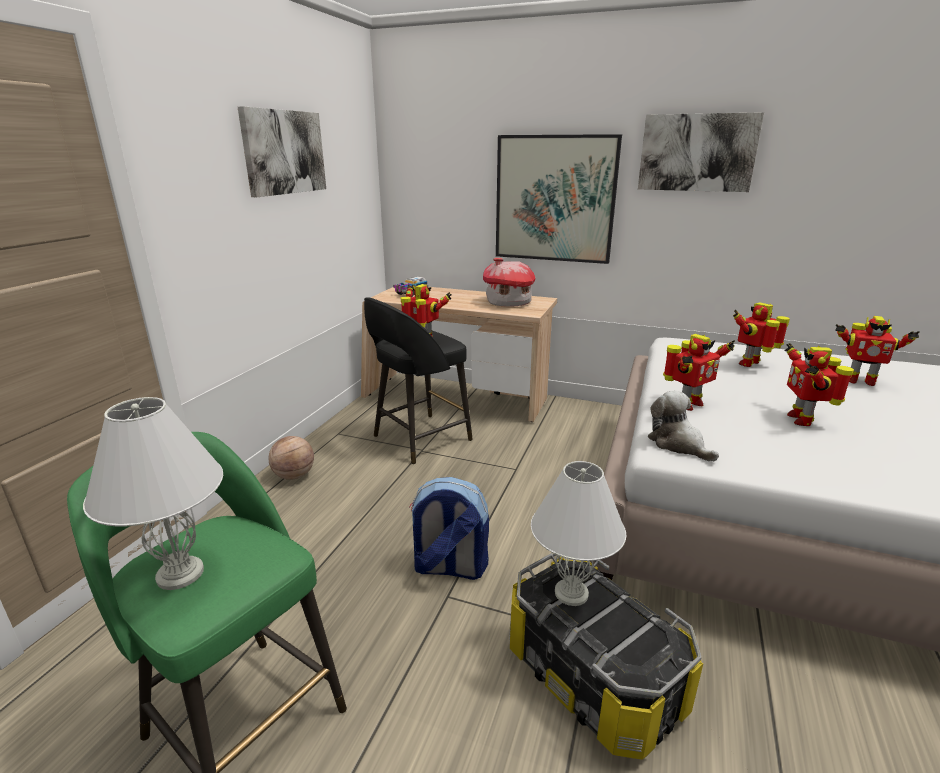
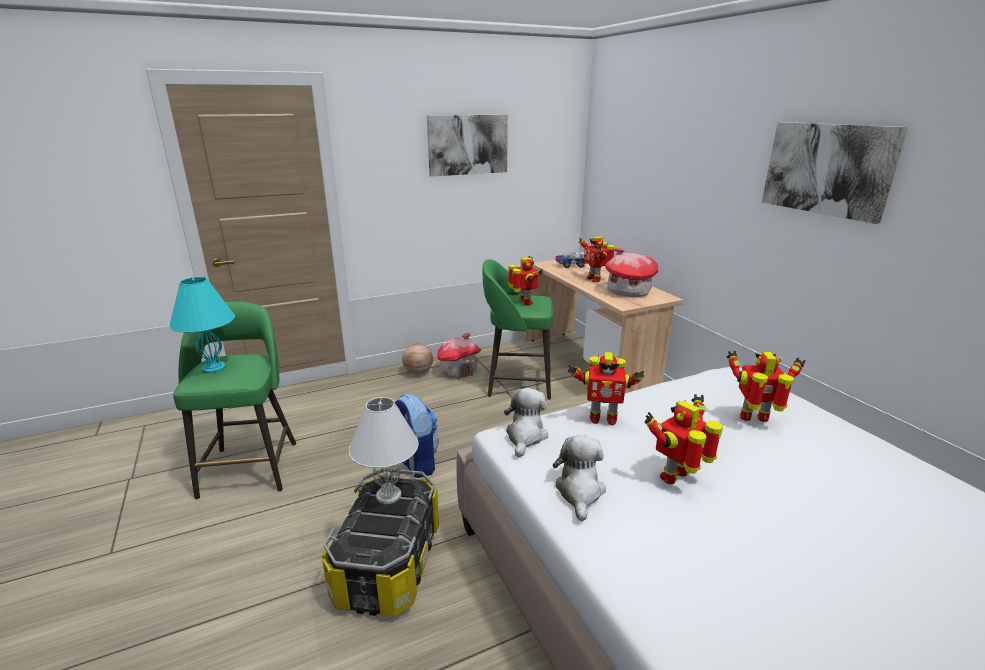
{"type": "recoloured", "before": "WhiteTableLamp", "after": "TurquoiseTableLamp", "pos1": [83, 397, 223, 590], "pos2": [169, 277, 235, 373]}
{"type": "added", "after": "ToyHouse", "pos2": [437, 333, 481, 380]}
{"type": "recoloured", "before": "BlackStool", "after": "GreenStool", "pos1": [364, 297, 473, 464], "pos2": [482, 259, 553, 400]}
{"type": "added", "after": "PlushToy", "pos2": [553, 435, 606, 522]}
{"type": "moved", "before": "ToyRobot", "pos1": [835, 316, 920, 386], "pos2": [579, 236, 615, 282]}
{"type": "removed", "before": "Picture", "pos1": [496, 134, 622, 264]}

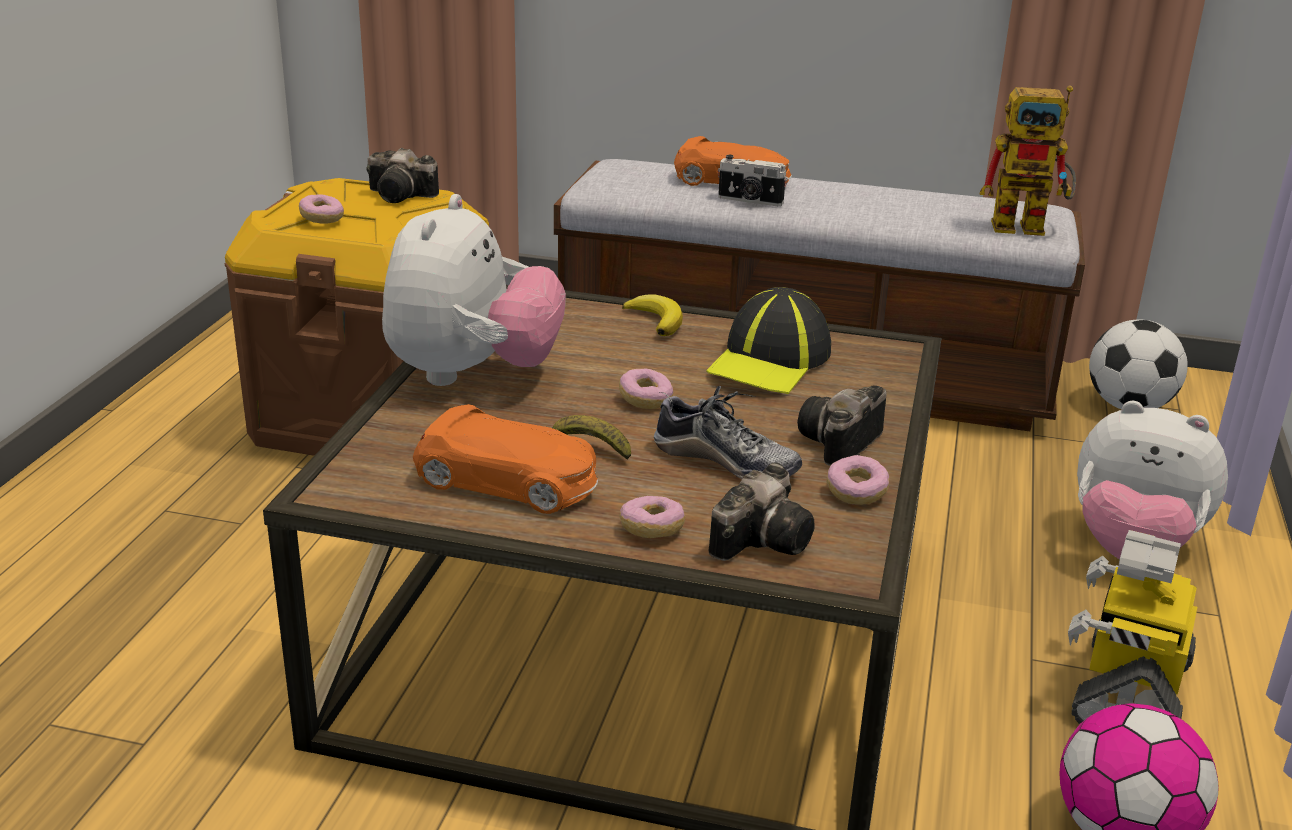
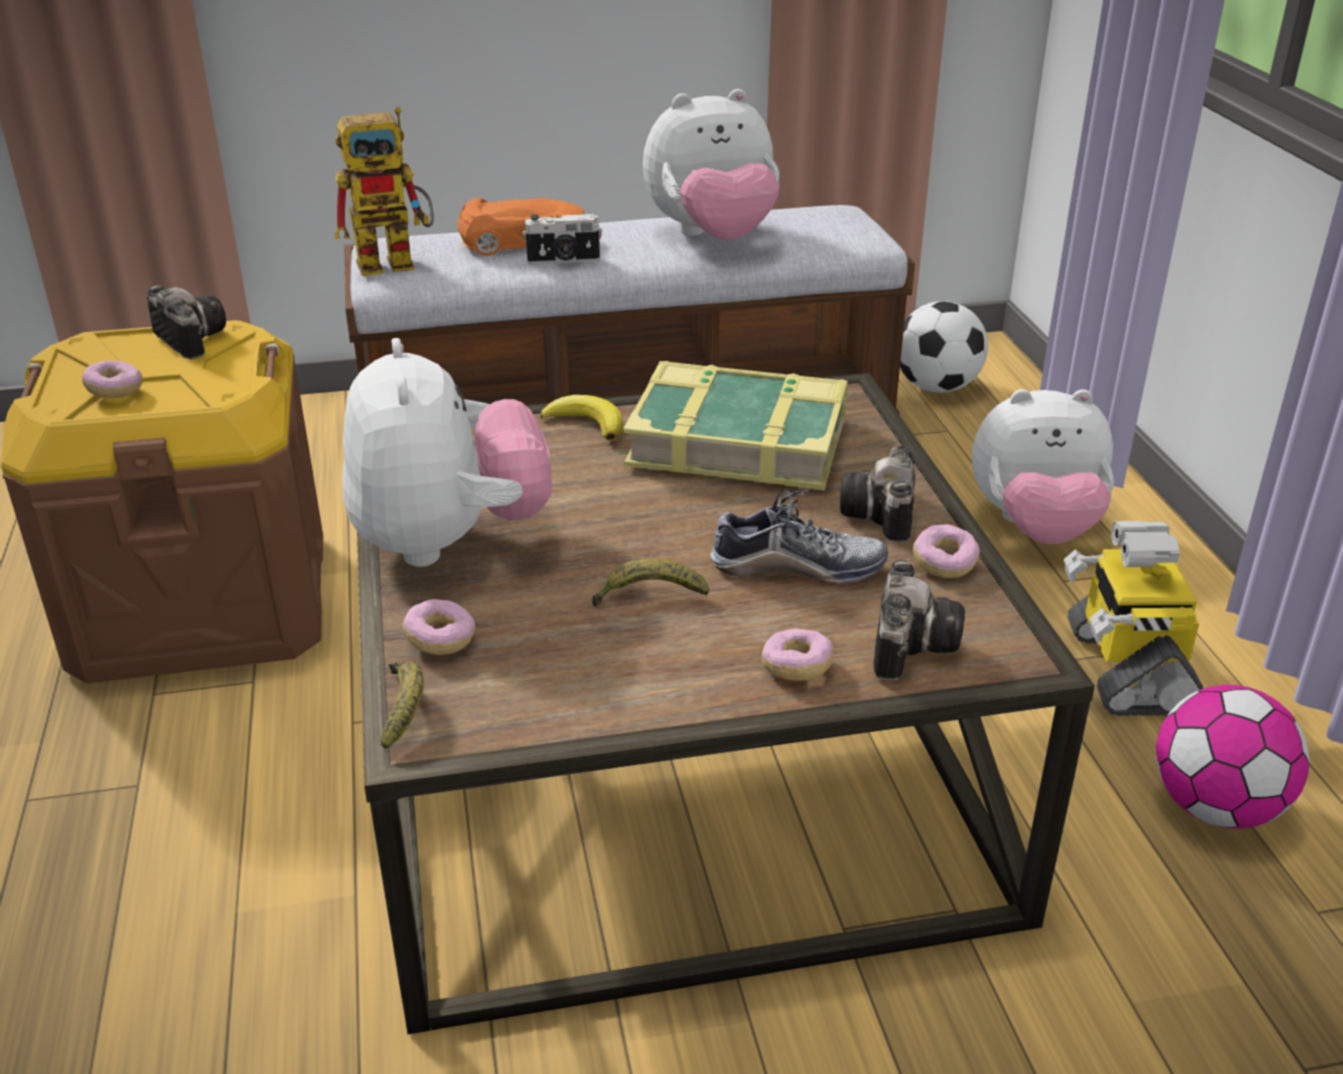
{"type": "turned", "before": "PhotoCamera", "pos1": [367, 148, 439, 203], "pos2": [147, 285, 226, 359], "turn": -120}
{"type": "moved", "before": "ToyRobot", "pos1": [980, 85, 1076, 236], "pos2": [335, 107, 434, 276]}
{"type": "added", "after": "Banana", "pos2": [381, 661, 424, 749]}
{"type": "moved", "before": "Donut", "pos1": [619, 369, 674, 409], "pos2": [403, 599, 475, 655]}
{"type": "replaced", "before": "Cap", "after": "Book", "pos1": [706, 287, 831, 394], "pos2": [623, 361, 848, 490]}
{"type": "added", "after": "PlushToy", "pos2": [643, 89, 780, 240]}
{"type": "removed", "before": "OrangeToyCar", "pos1": [413, 404, 598, 514]}

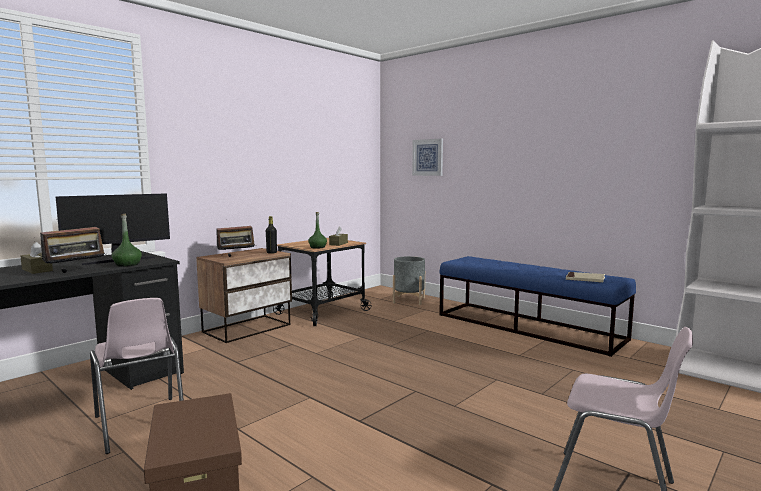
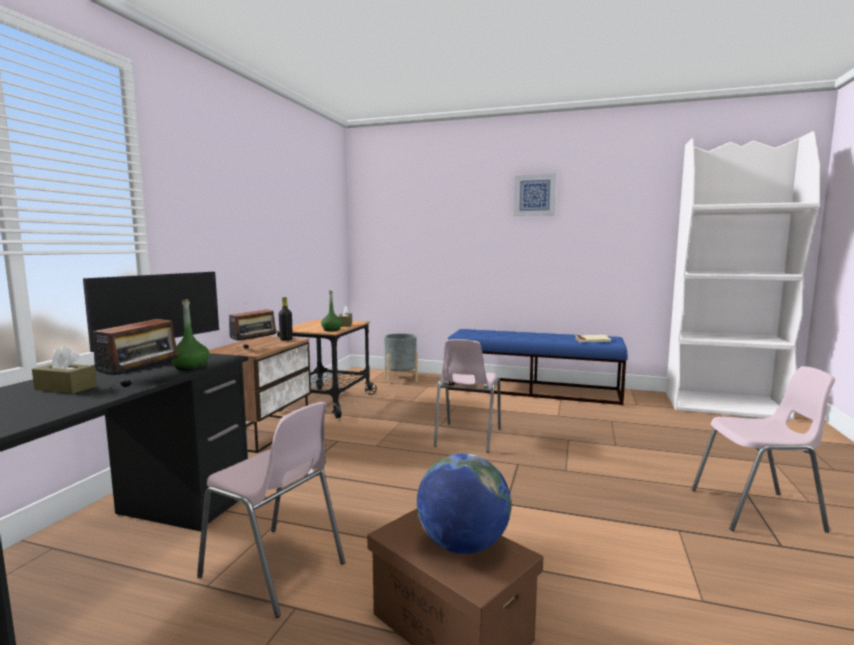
{"type": "added", "after": "Globe", "pos2": [417, 453, 511, 554]}
{"type": "added", "after": "PinkChair", "pos2": [434, 339, 501, 453]}
{"type": "moved", "before": "Picture", "pos1": [412, 139, 443, 176], "pos2": [514, 174, 556, 216]}

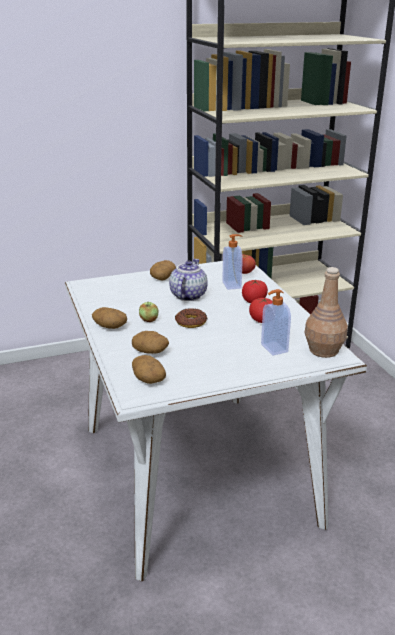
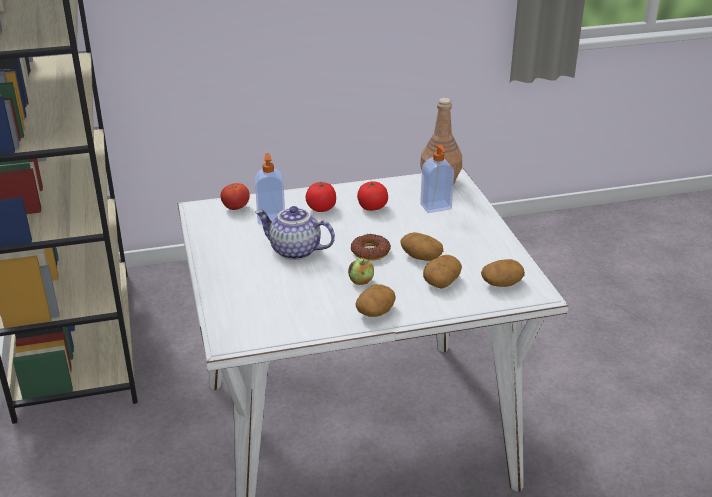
{"type": "moved", "before": "Potato", "pos1": [150, 260, 176, 281], "pos2": [400, 232, 443, 261]}

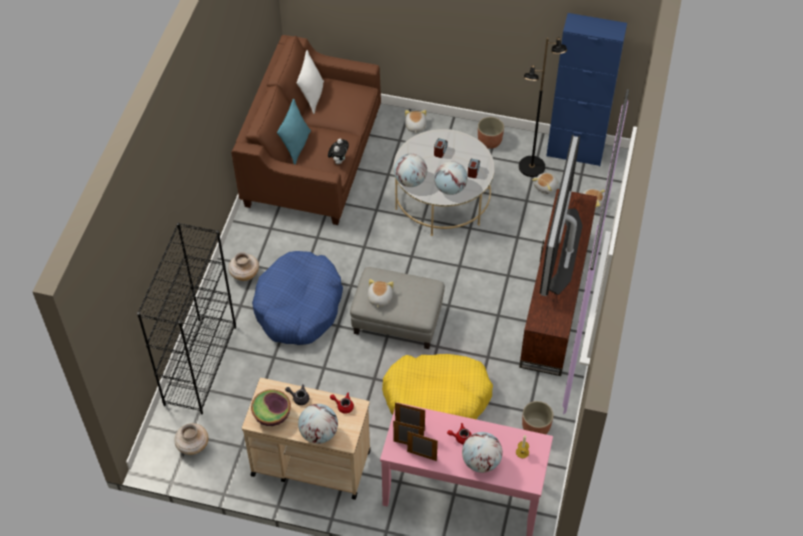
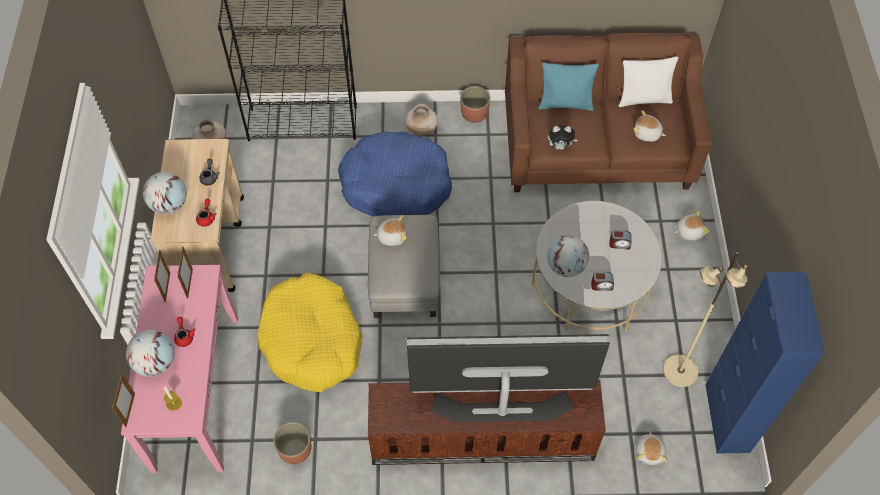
{"type": "moved", "before": "PictureFrame", "pos1": [407, 431, 438, 461], "pos2": [112, 374, 135, 427]}
{"type": "moved", "before": "Planter", "pos1": [478, 117, 504, 149], "pos2": [460, 86, 490, 123]}
{"type": "moved", "before": "PlushToy", "pos1": [532, 173, 558, 194], "pos2": [633, 110, 666, 142]}
{"type": "recoloured", "before": "BlackFloorLamp", "after": "BeigeFloorLamp", "pos1": [519, 37, 567, 177], "pos2": [663, 252, 748, 387]}
{"type": "removed", "before": "Bowl", "pos1": [251, 389, 291, 426]}
{"type": "removed", "before": "Globe", "pos1": [394, 154, 427, 187]}

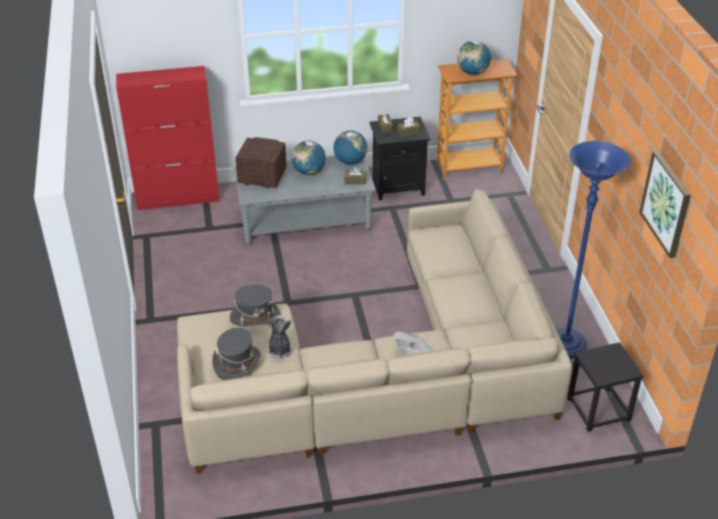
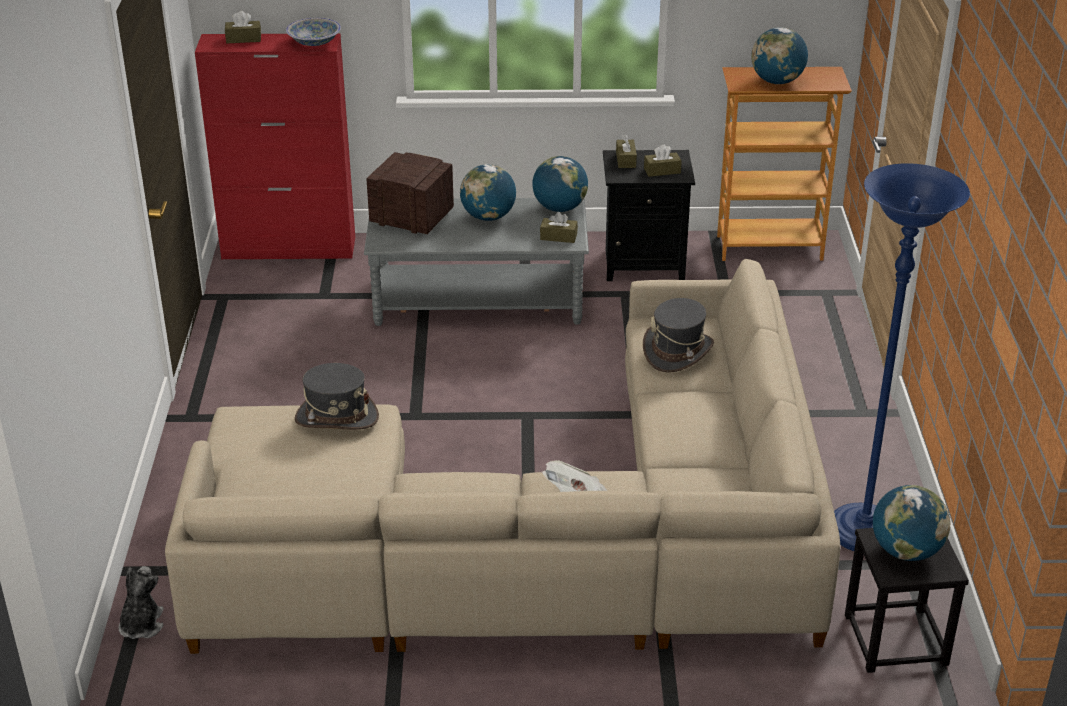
{"type": "moved", "before": "PlushToy", "pos1": [267, 315, 293, 358], "pos2": [119, 566, 164, 639]}
{"type": "added", "after": "BrownTissueBox", "pos2": [225, 11, 261, 43]}
{"type": "added", "after": "Bowl", "pos2": [286, 18, 341, 46]}
{"type": "moved", "before": "GreyHat", "pos1": [212, 328, 260, 380], "pos2": [643, 298, 714, 373]}
{"type": "added", "after": "Globe", "pos2": [873, 485, 950, 561]}
{"type": "removed", "before": "Picture", "pos1": [639, 151, 691, 258]}

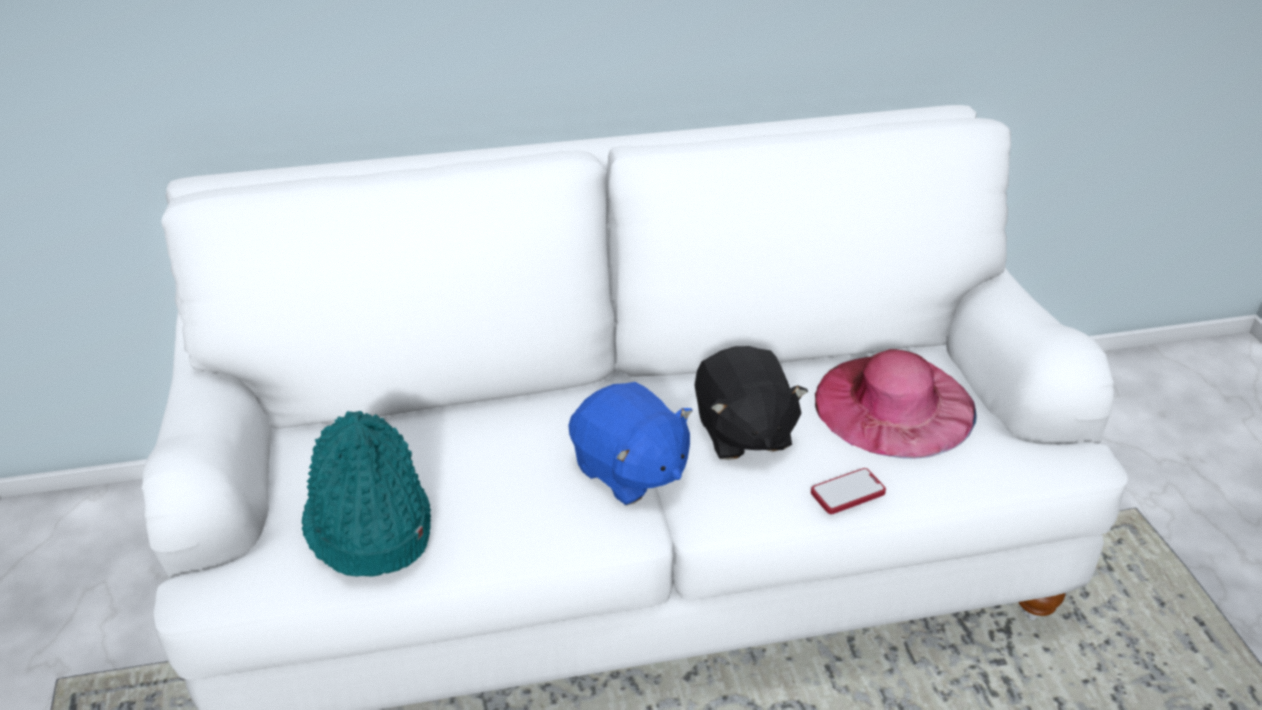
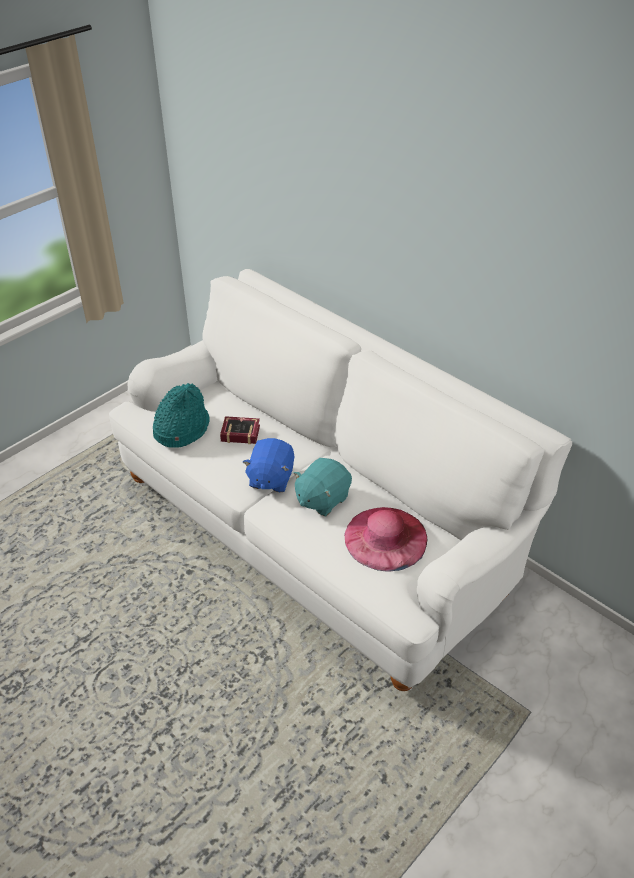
{"type": "added", "after": "Book", "pos2": [220, 416, 260, 444]}
{"type": "recoloured", "before": "BlackPlushToy", "after": "TurquoisePlushToy", "pos1": [694, 346, 808, 460], "pos2": [293, 458, 352, 516]}
{"type": "removed", "before": "Phone", "pos1": [811, 468, 886, 514]}

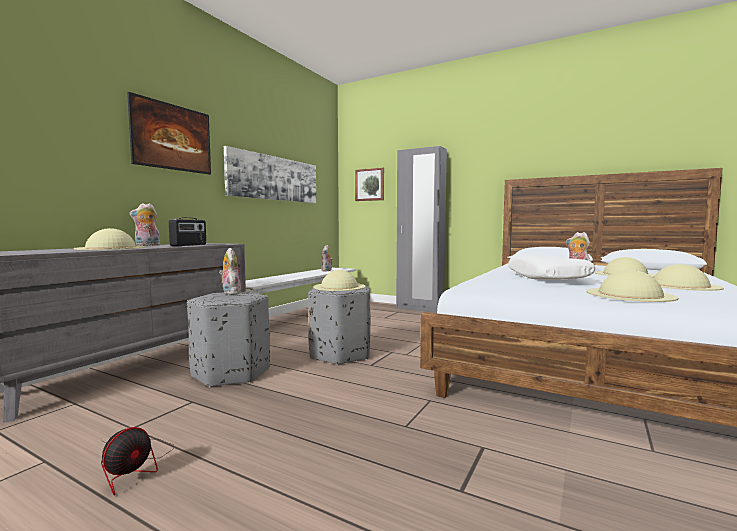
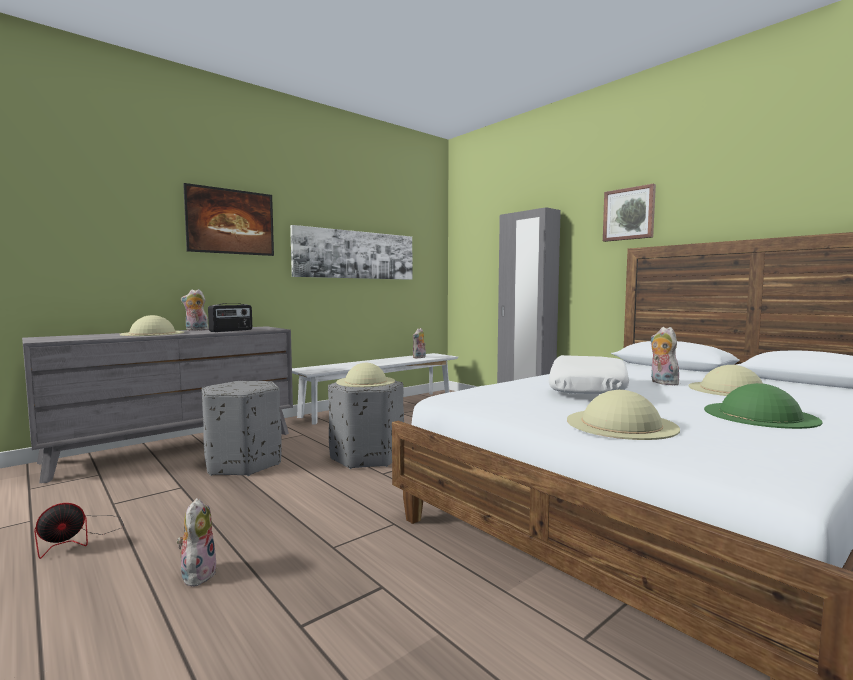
{"type": "moved", "before": "PlushToy", "pos1": [219, 248, 241, 295], "pos2": [177, 498, 217, 587]}
{"type": "moved", "before": "Picture", "pos1": [355, 167, 384, 201], "pos2": [603, 184, 656, 242]}
{"type": "recoloured", "before": "BeigeHat", "after": "GreenHat", "pos1": [654, 264, 724, 291], "pos2": [704, 383, 822, 429]}

